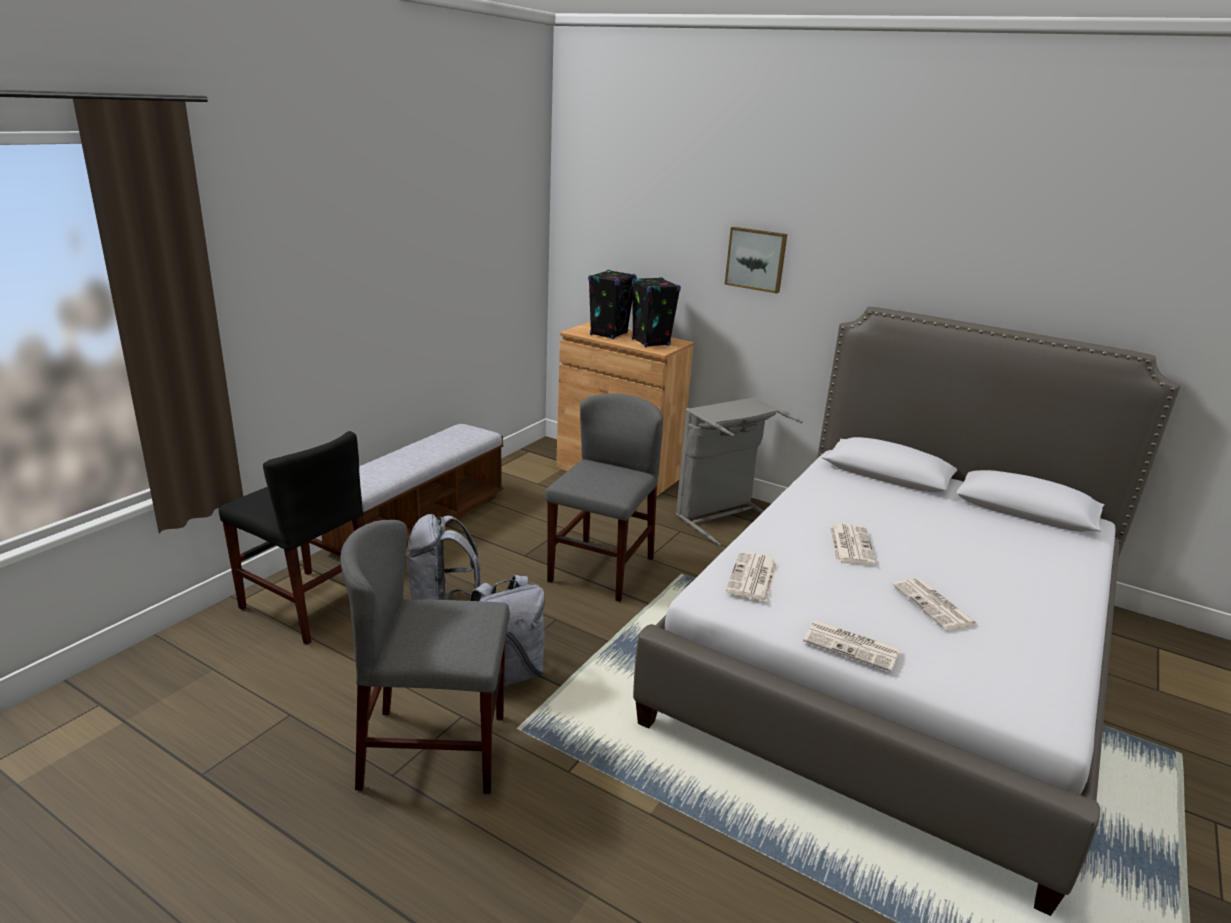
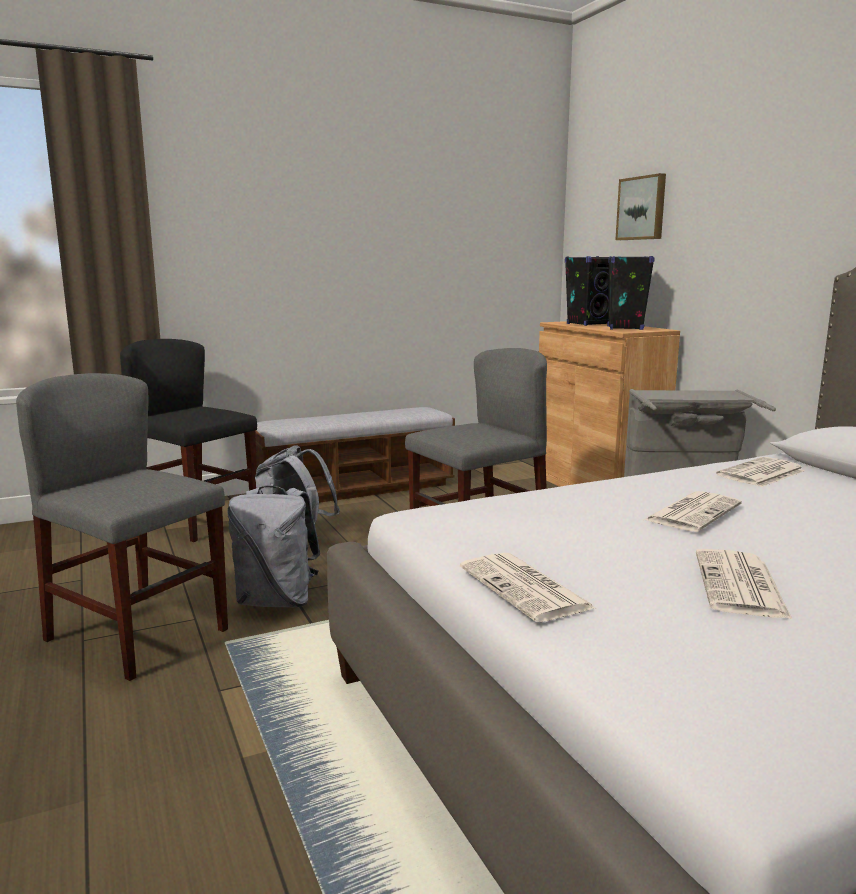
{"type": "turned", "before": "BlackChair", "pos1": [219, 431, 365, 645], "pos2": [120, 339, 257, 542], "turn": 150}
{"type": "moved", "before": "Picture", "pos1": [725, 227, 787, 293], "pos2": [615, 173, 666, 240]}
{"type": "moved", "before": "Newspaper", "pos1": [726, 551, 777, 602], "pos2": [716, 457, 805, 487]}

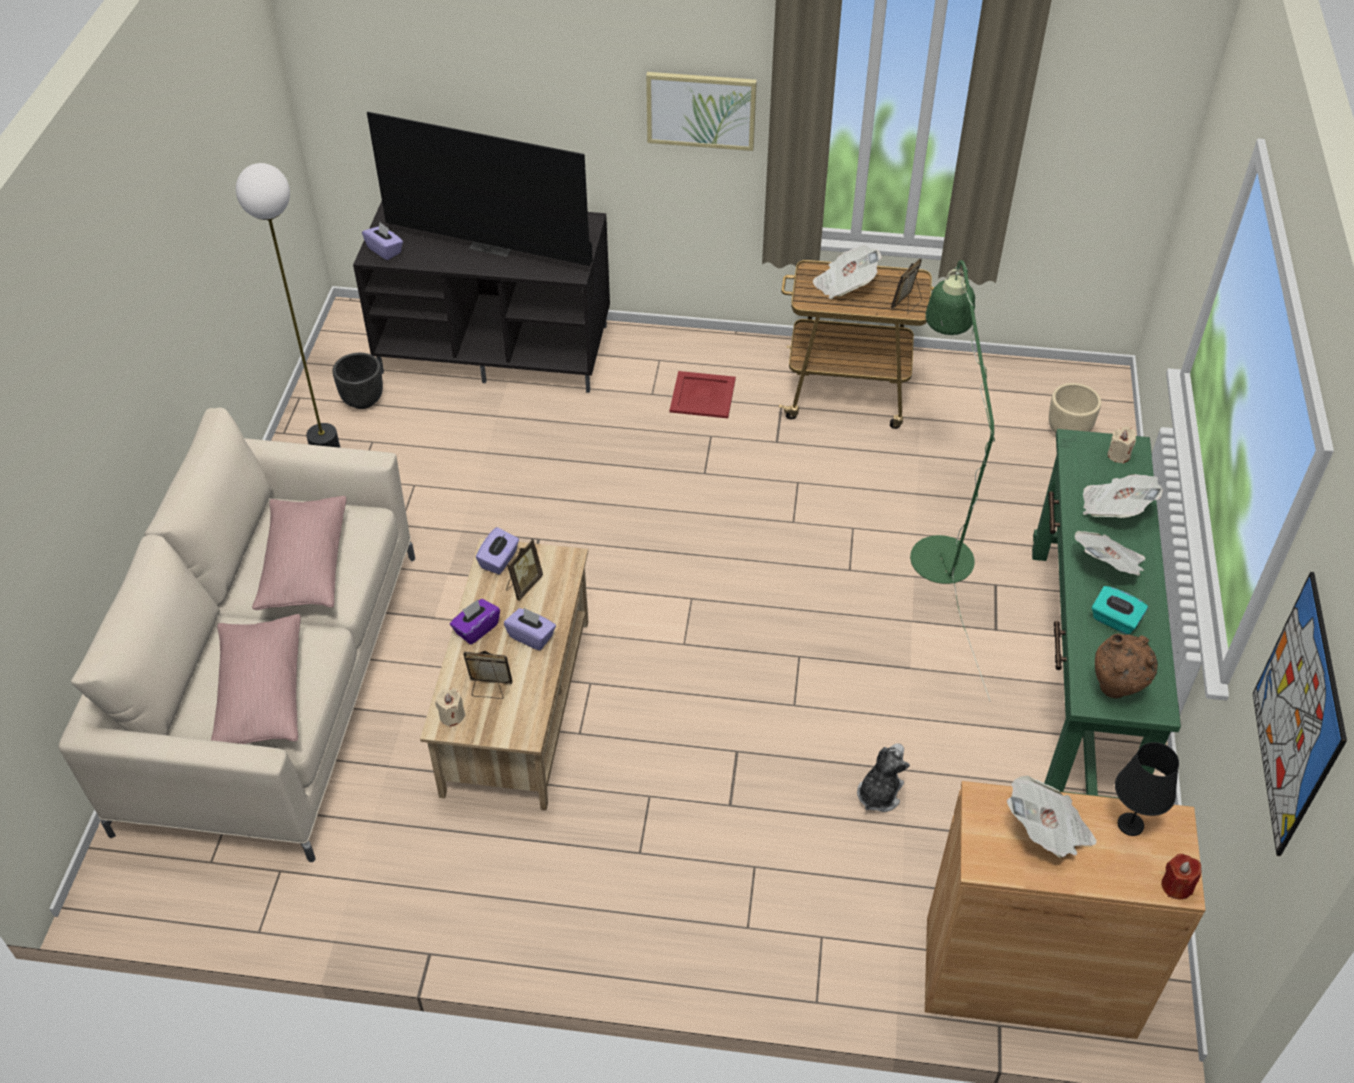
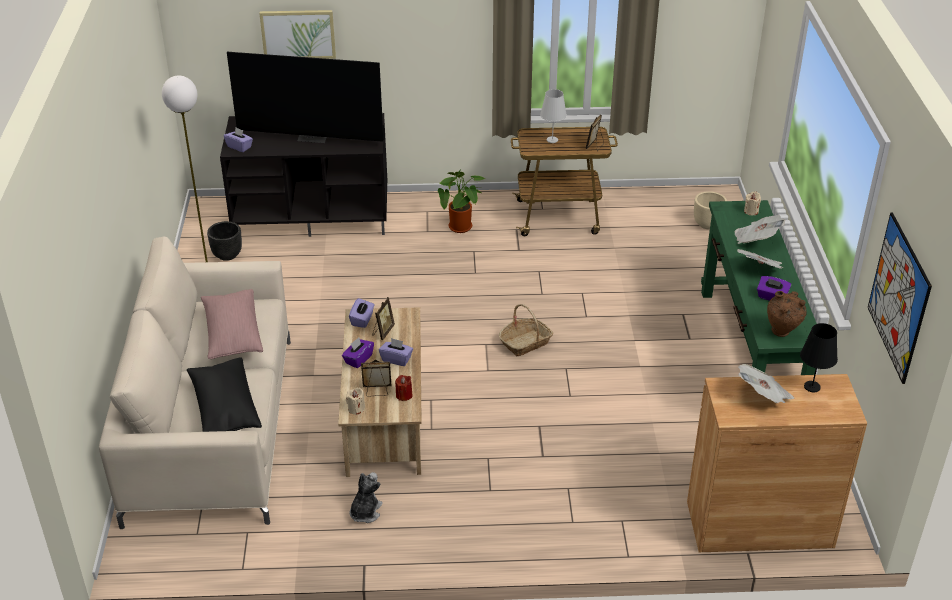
{"type": "recoloured", "before": "PinkPillow", "after": "BlackPillow", "pos1": [211, 614, 301, 744], "pos2": [187, 357, 262, 432]}
{"type": "moved", "before": "Picture", "pos1": [646, 72, 757, 151], "pos2": [259, 10, 336, 59]}
{"type": "moved", "before": "PlushToy", "pos1": [857, 743, 910, 812], "pos2": [349, 472, 383, 523]}
{"type": "moved", "before": "RedCandle", "pos1": [1161, 854, 1201, 900], "pos2": [395, 375, 412, 401]}
{"type": "replaced", "before": "RedTray", "after": "PottedPlant", "pos1": [669, 371, 736, 418], "pos2": [438, 169, 485, 233]}
{"type": "added", "after": "Basket", "pos2": [499, 304, 553, 356]}
{"type": "replaced", "before": "Newspaper", "after": "WhiteTableLamp", "pos1": [813, 245, 882, 299], "pos2": [540, 89, 567, 143]}
{"type": "recoloured", "before": "TurquoiseTissueBox", "after": "PurpleTissueBox", "pos1": [1092, 586, 1148, 635], "pos2": [757, 276, 791, 301]}
{"type": "removed", "before": "GreenFloorLamp", "pos1": [910, 260, 995, 701]}

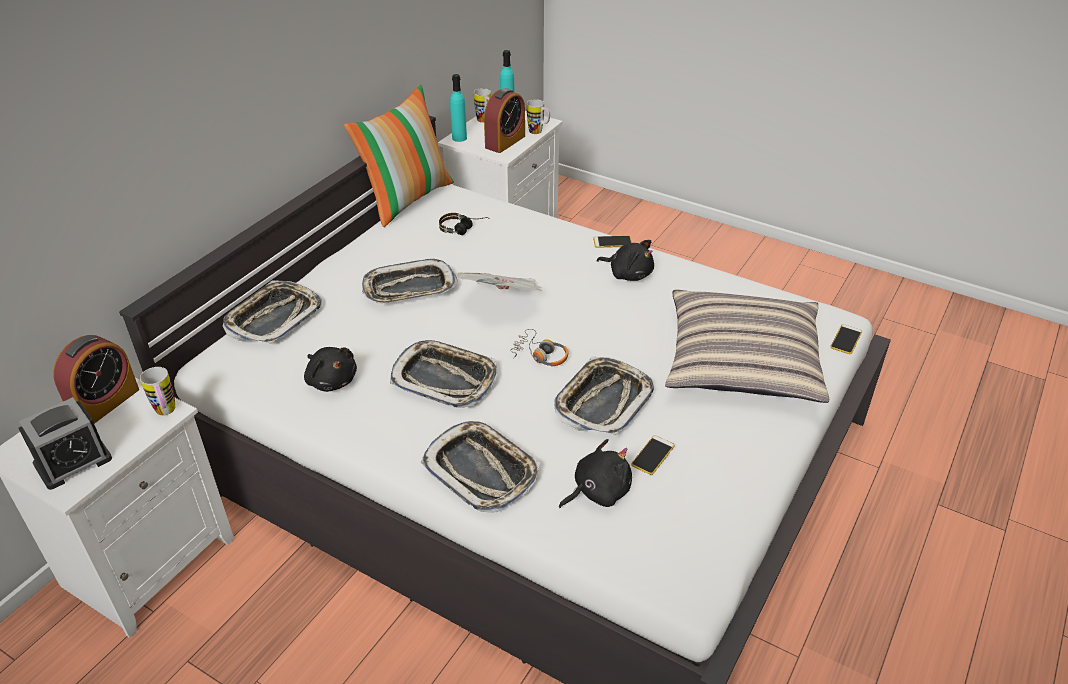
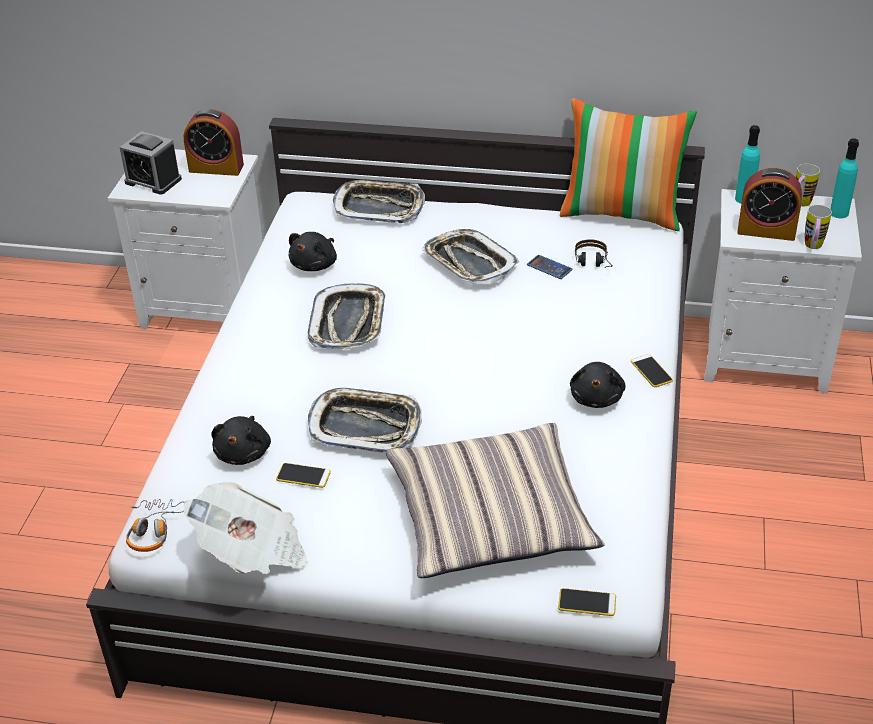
{"type": "moved", "before": "Headphones", "pos1": [510, 329, 568, 366], "pos2": [126, 499, 185, 552]}
{"type": "moved", "before": "Newspaper", "pos1": [458, 272, 542, 291], "pos2": [184, 482, 308, 574]}
{"type": "turned", "before": "BlackPlushToy", "pos1": [559, 439, 632, 508], "pos2": [211, 416, 271, 465], "turn": 60}
{"type": "added", "after": "Phone", "pos2": [527, 255, 573, 279]}
{"type": "removed", "before": "Mug", "pos1": [140, 367, 175, 416]}
{"type": "removed", "before": "Tray", "pos1": [421, 421, 540, 513]}

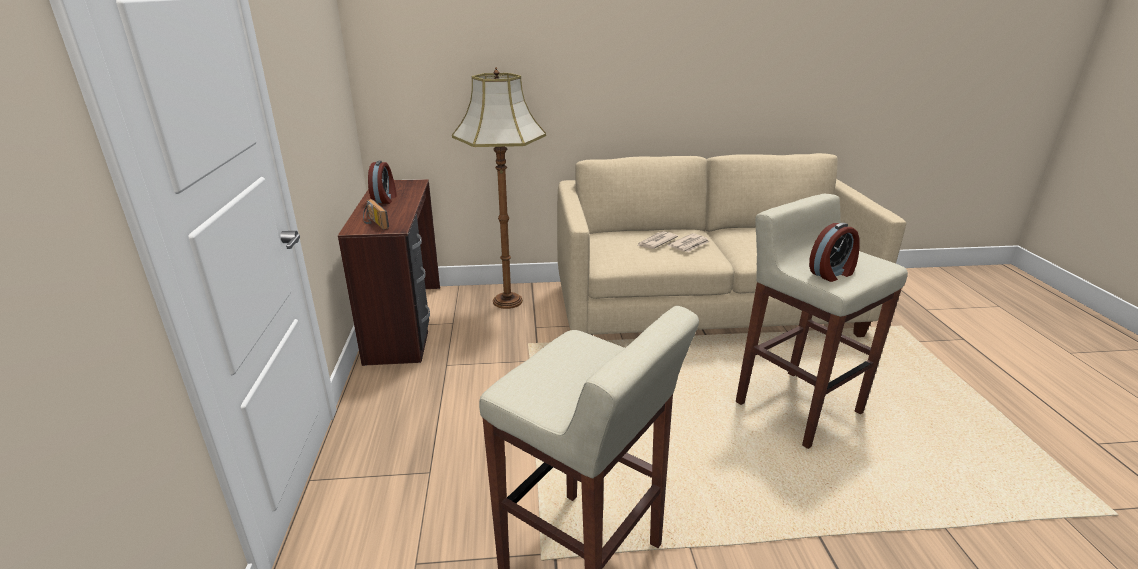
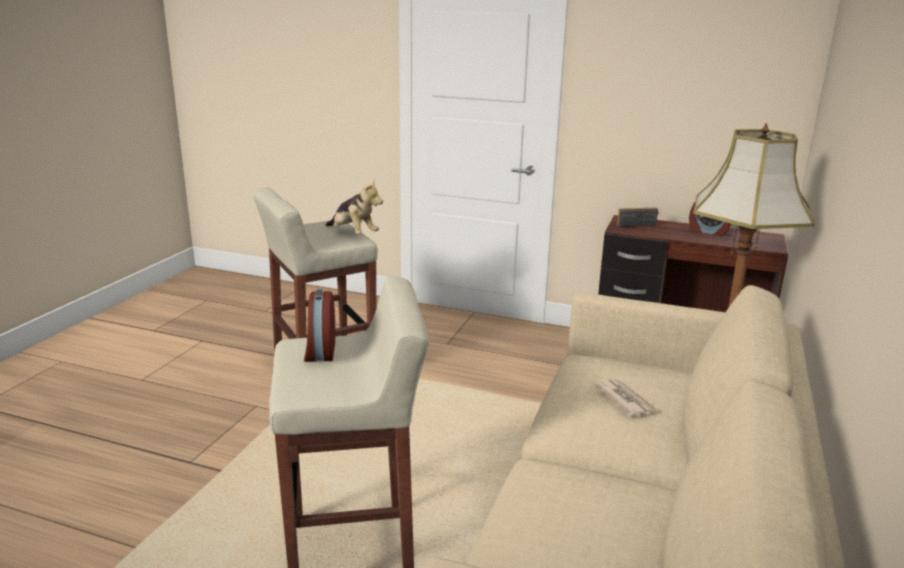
{"type": "added", "after": "PlushToy", "pos2": [326, 179, 383, 234]}
{"type": "removed", "before": "Newspaper", "pos1": [668, 233, 709, 252]}

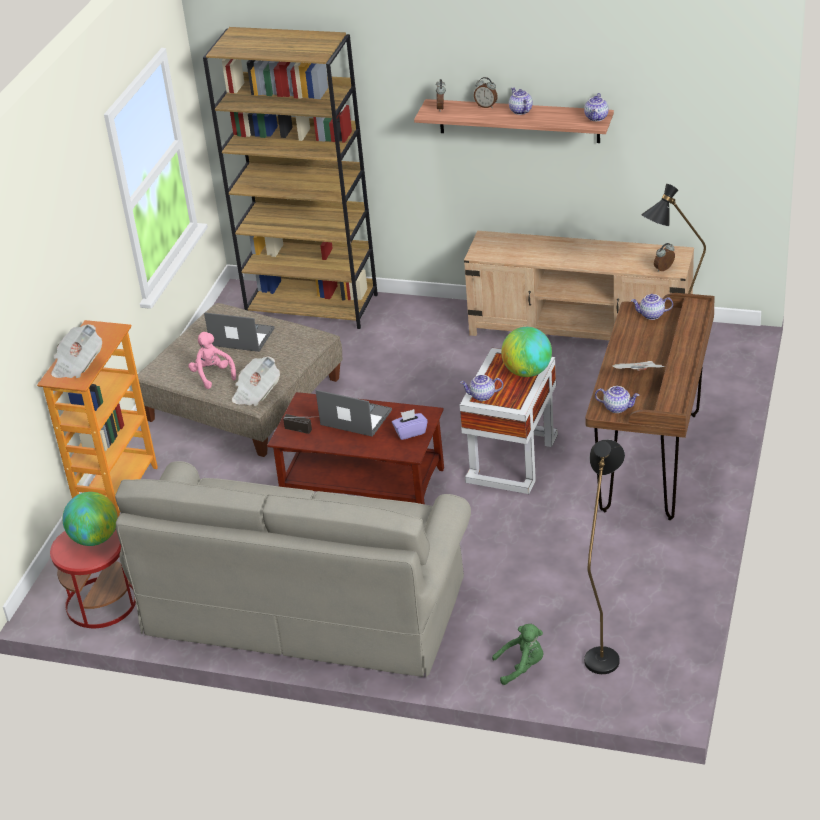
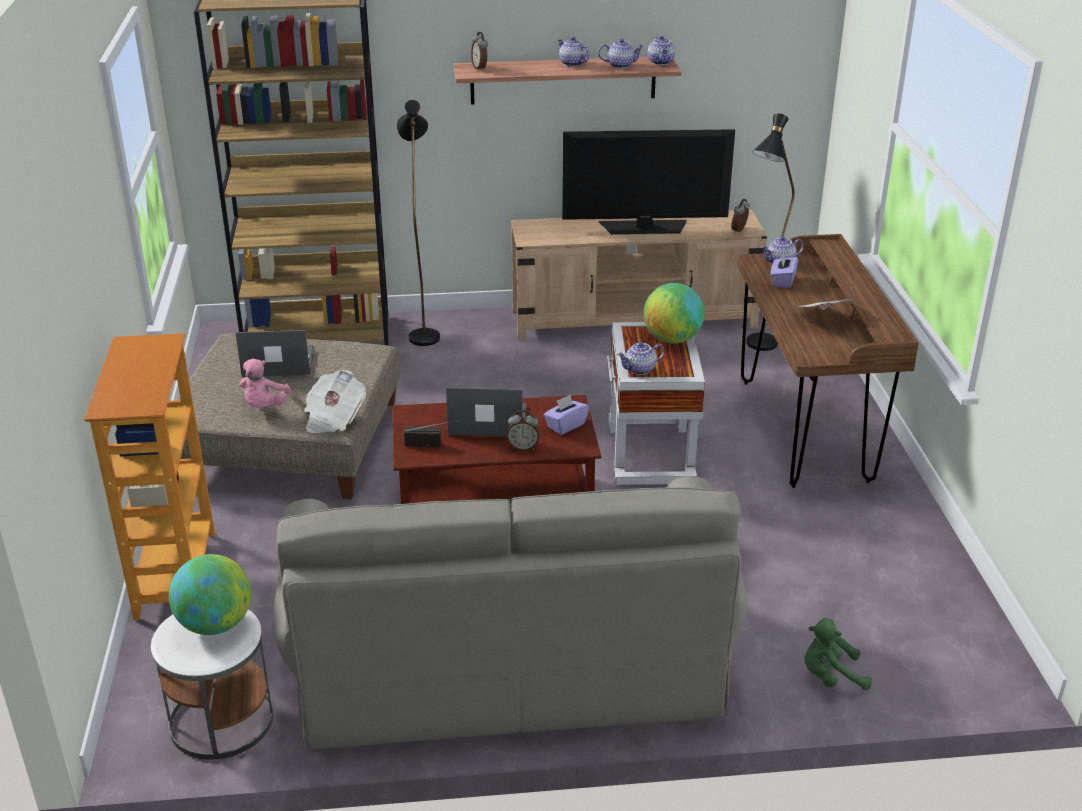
{"type": "recoloured", "before": "RedSideTable", "after": "WhiteSideTable", "pos1": [50, 529, 136, 628], "pos2": [151, 609, 273, 760]}
{"type": "turned", "before": "PinkPlushToy", "pos1": [188, 332, 236, 389], "pos2": [240, 358, 292, 408], "turn": -120}
{"type": "moved", "before": "BlackFloorLamp", "pos1": [584, 439, 625, 674], "pos2": [397, 100, 440, 346]}
{"type": "moved", "before": "AlarmClock", "pos1": [474, 77, 498, 108], "pos2": [506, 410, 540, 451]}
{"type": "added", "after": "Television", "pos2": [562, 129, 735, 234]}
{"type": "moved", "before": "Teapot", "pos1": [595, 386, 639, 413], "pos2": [598, 39, 644, 68]}
{"type": "added", "after": "PurpleTissueBox", "pos2": [771, 252, 798, 288]}
{"type": "turned", "before": "GreenPlushToy", "pos1": [492, 624, 544, 685], "pos2": [805, 618, 872, 690], "turn": -150}
{"type": "removed", "before": "Newspaper", "pos1": [51, 324, 102, 378]}

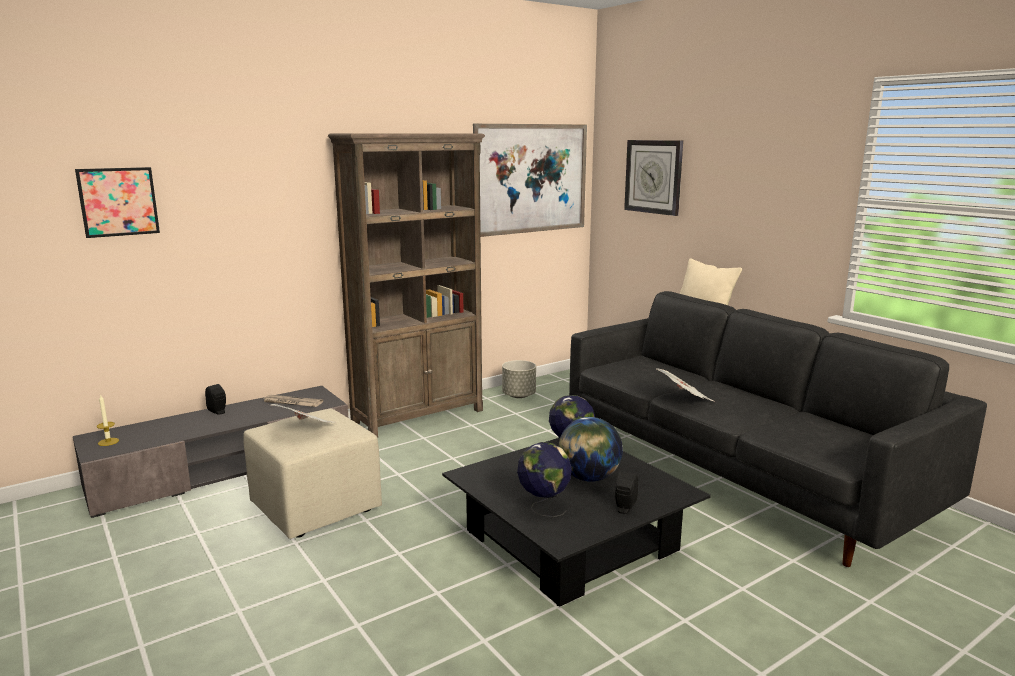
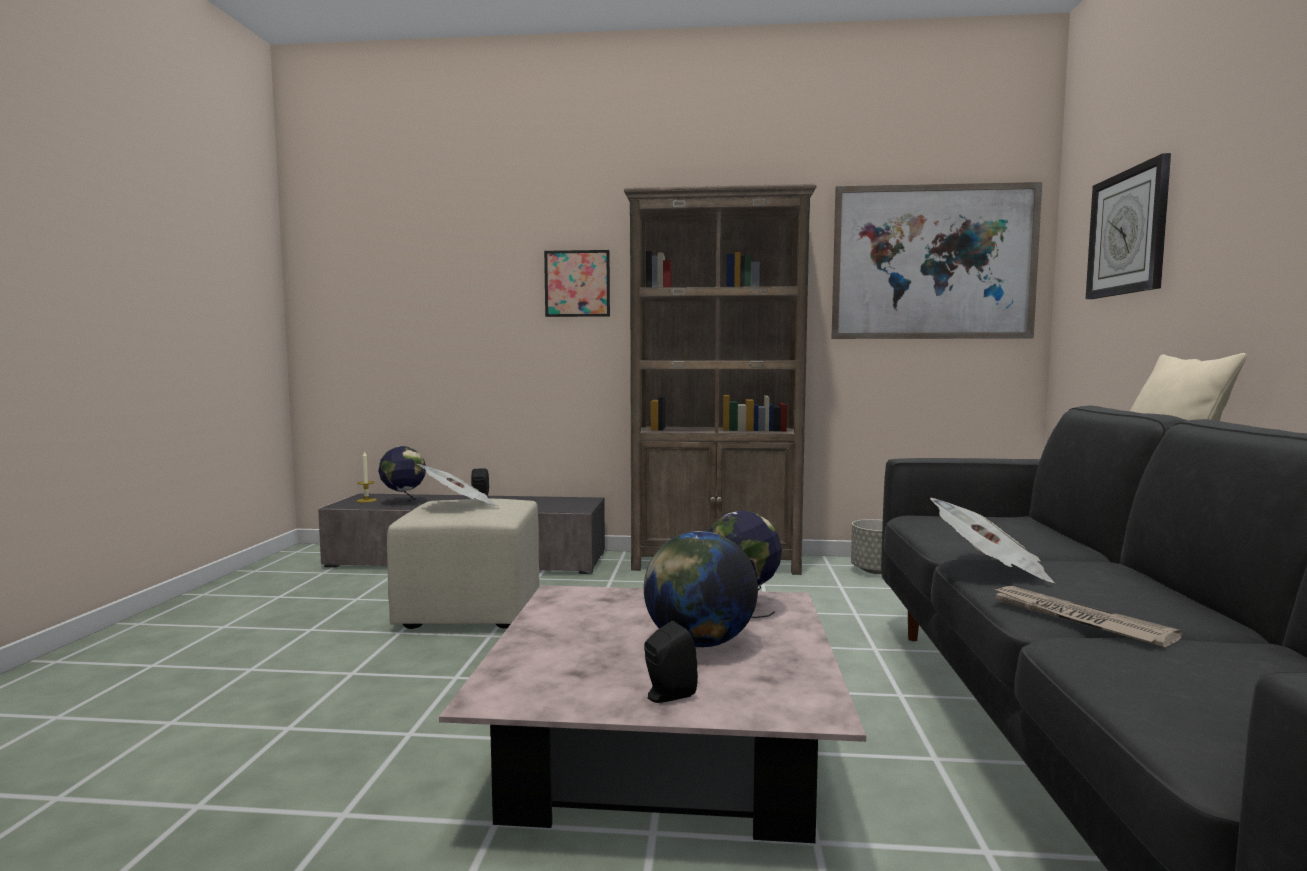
{"type": "moved", "before": "Globe", "pos1": [517, 442, 572, 517], "pos2": [378, 446, 426, 507]}
{"type": "recoloured", "before": "BlackCoffeeTable", "after": "PinkCoffeeTable", "pos1": [442, 438, 711, 607], "pos2": [439, 585, 866, 843]}
{"type": "moved", "before": "Picture", "pos1": [75, 167, 160, 238], "pos2": [544, 250, 610, 317]}
{"type": "moved", "before": "Newspaper", "pos1": [264, 395, 323, 407], "pos2": [990, 586, 1182, 647]}

